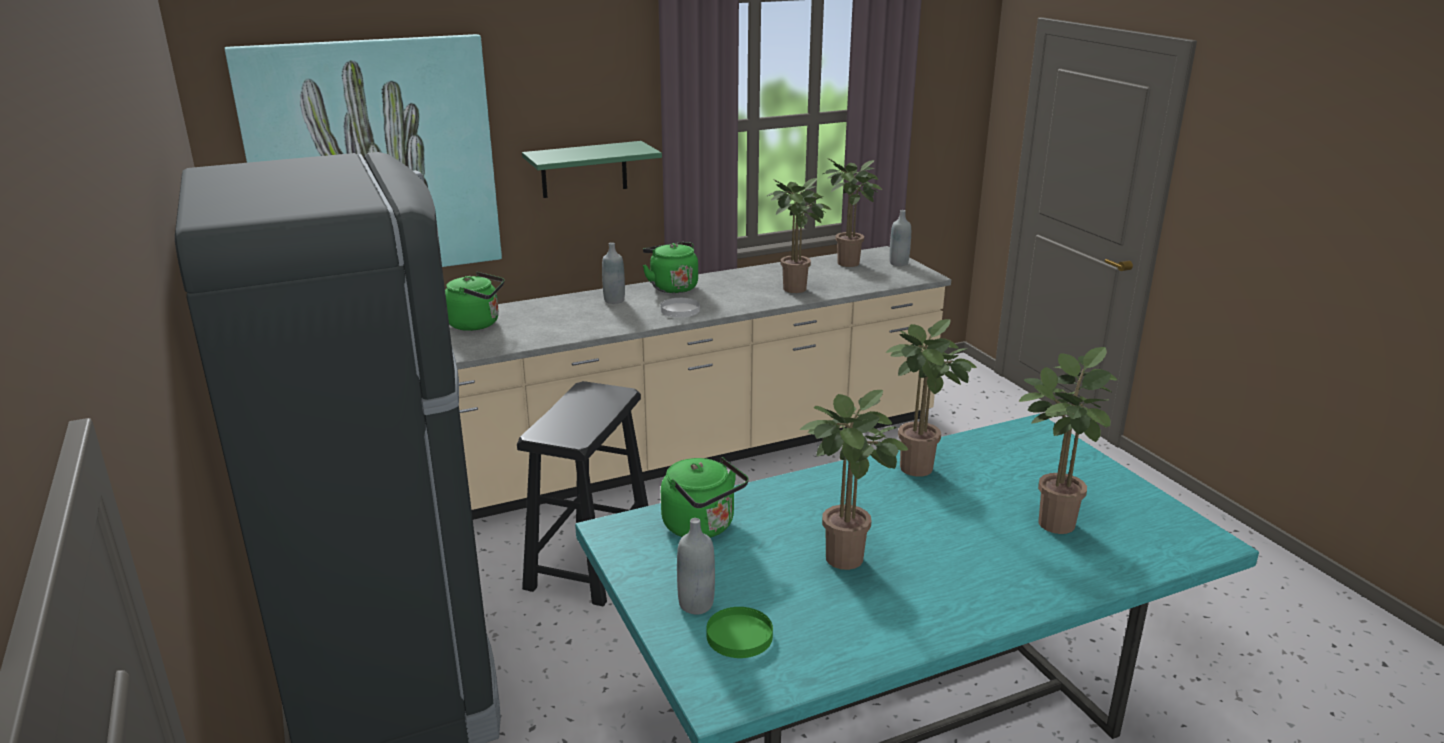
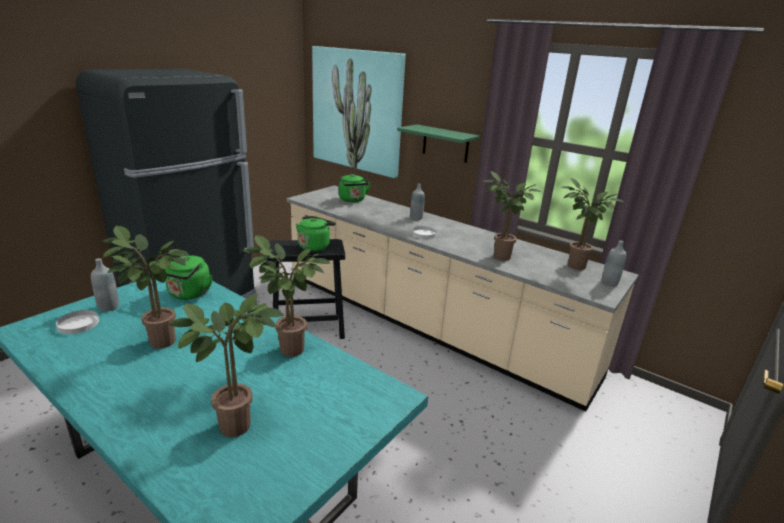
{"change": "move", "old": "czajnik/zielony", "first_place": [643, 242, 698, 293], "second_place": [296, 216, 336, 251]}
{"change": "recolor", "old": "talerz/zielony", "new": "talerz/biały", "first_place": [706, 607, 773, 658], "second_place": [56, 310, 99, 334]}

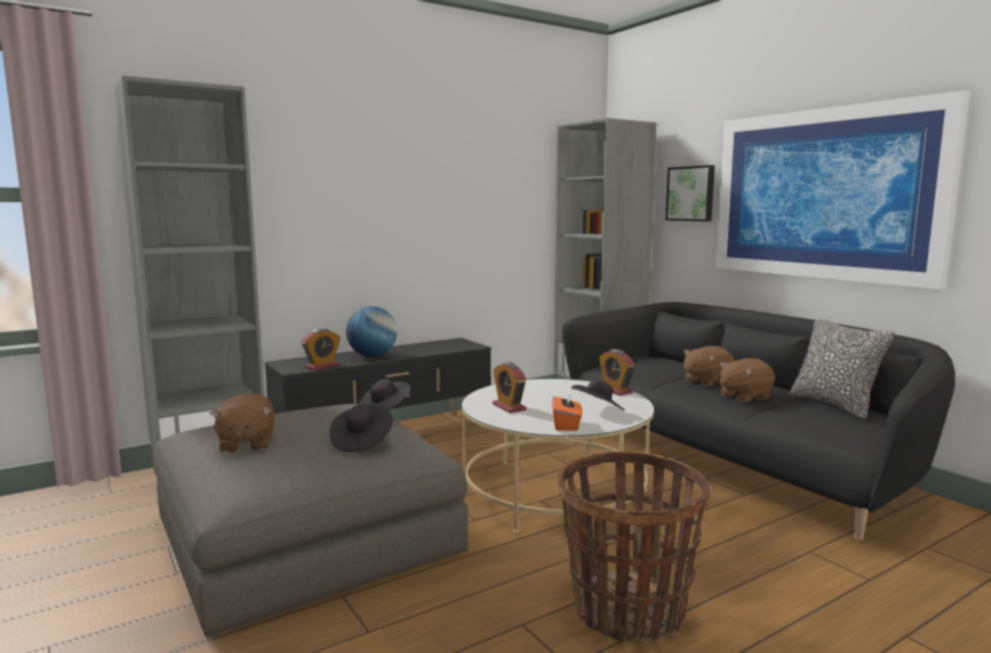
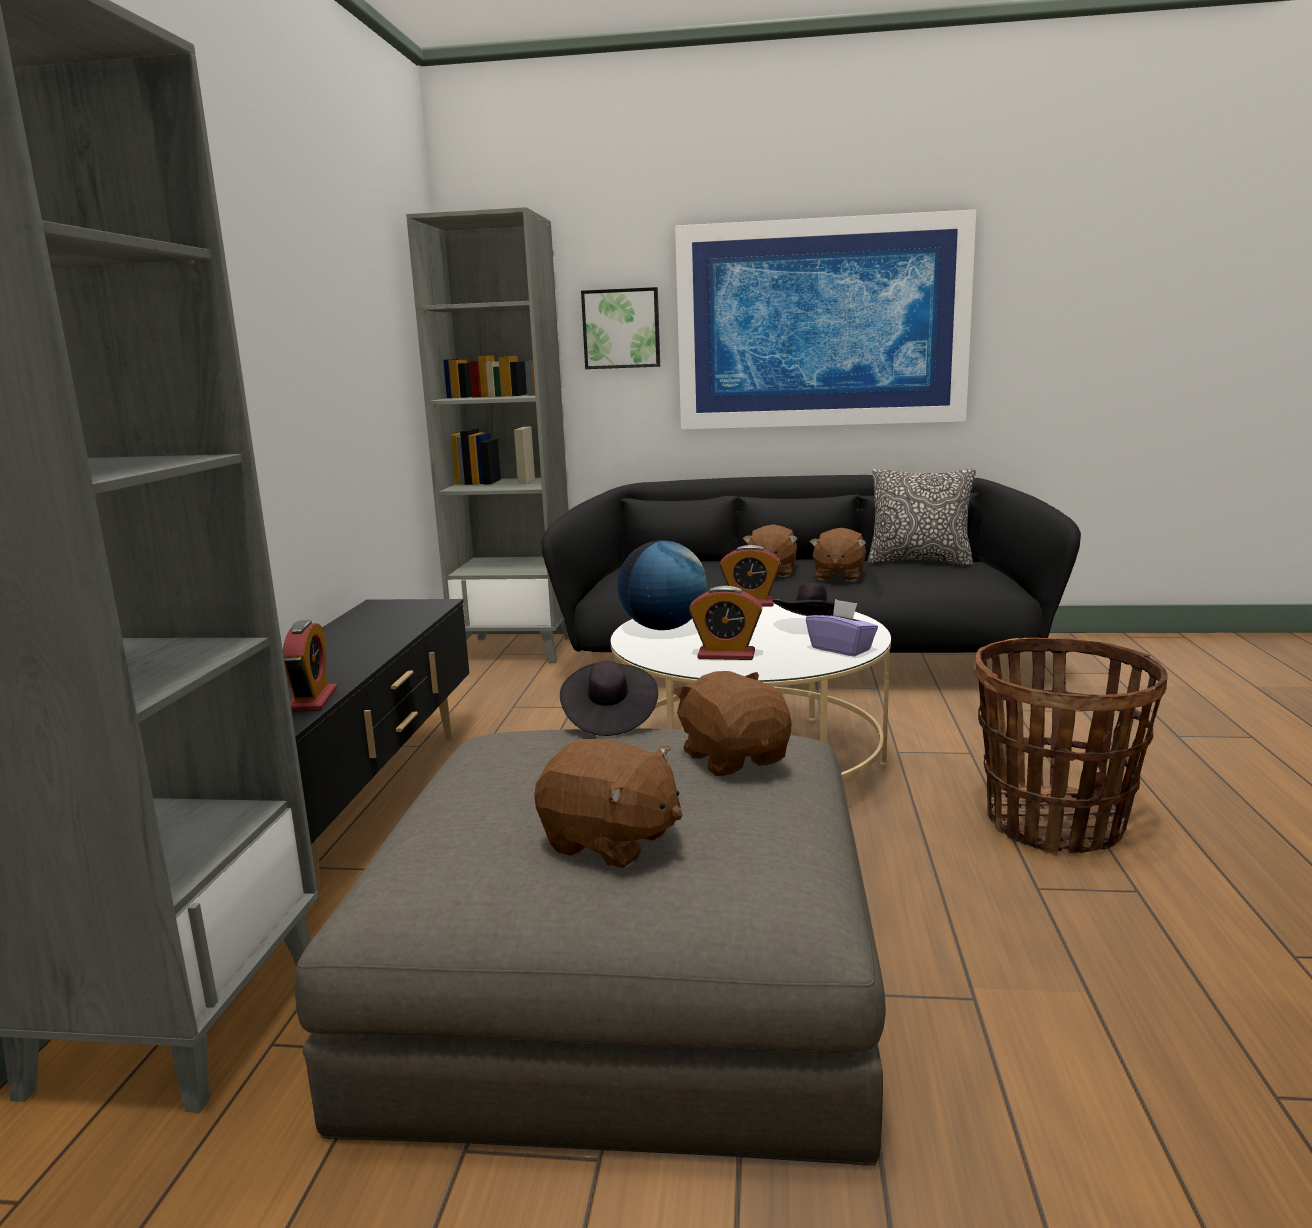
{"change": "move", "old": "globus", "first_place": [346, 306, 397, 357], "second_place": [617, 540, 707, 630]}
{"change": "recolor", "old": "pudełko chusteczek/pomarańczowy", "new": "pudełko chusteczek/fioletowy", "first_place": [552, 391, 582, 431], "second_place": [806, 599, 878, 656]}
{"change": "replace", "old": "kapelusz/czarny", "new": "pluszak/brązowy", "first_place": [330, 404, 393, 452], "second_place": [673, 671, 792, 776]}

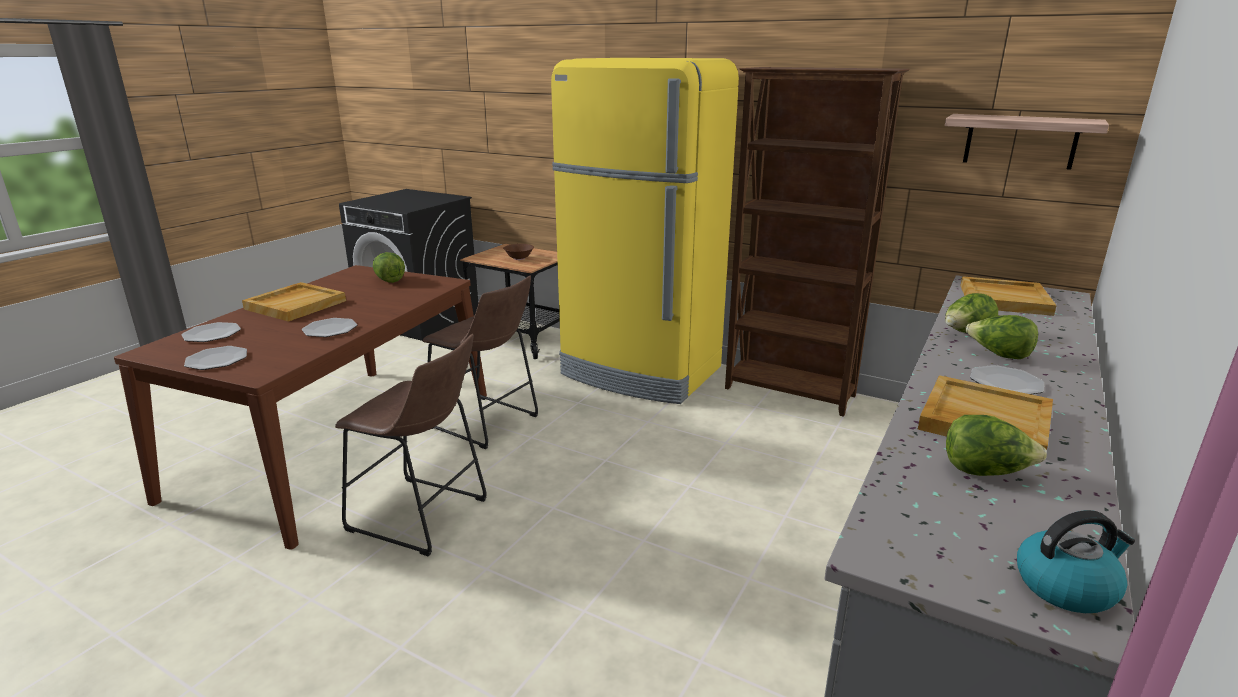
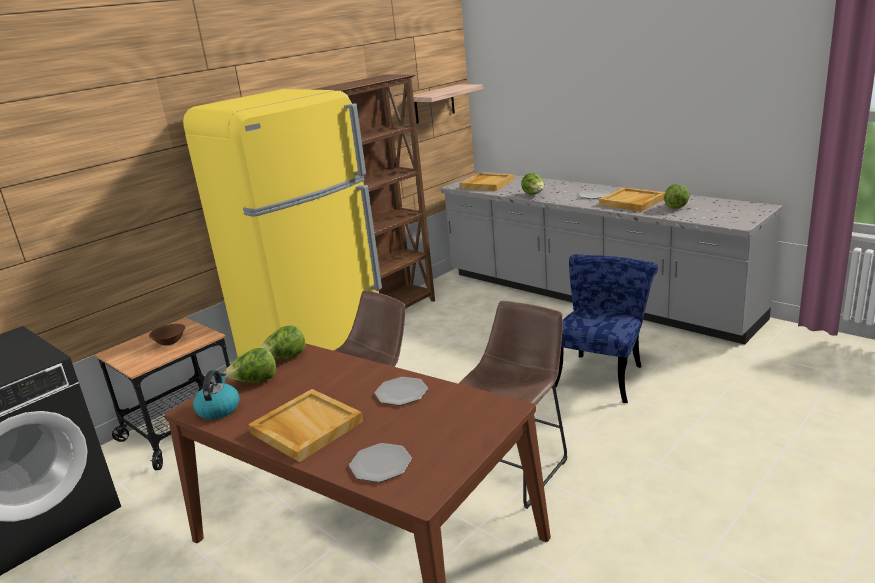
{"change": "move", "old": "sałata", "first_place": [966, 315, 1038, 359], "second_place": [260, 325, 305, 359]}
{"change": "delete", "old": "talerz", "first_place": [184, 346, 247, 370]}
{"change": "move", "old": "czajnik", "first_place": [1017, 510, 1135, 613], "second_place": [193, 370, 239, 420]}
{"change": "insert", "new": "krzesło/niebieski", "second_place": [552, 255, 658, 403]}

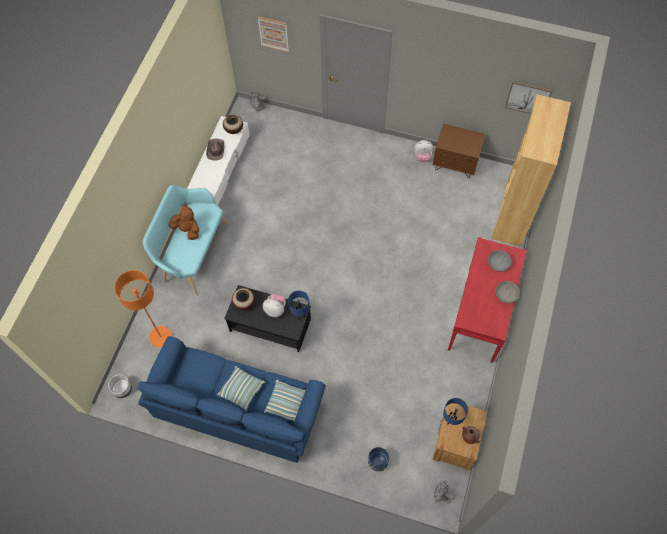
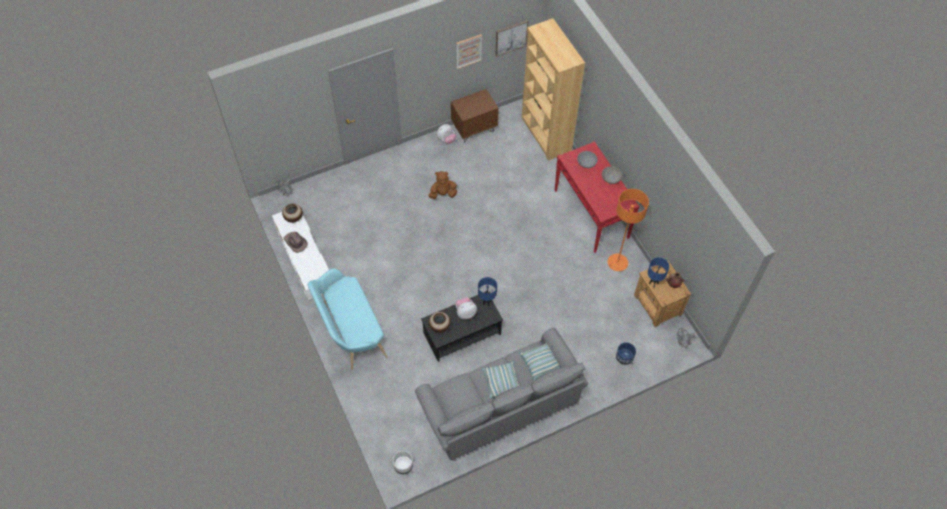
{"change": "move", "old": "obraz", "first_place": [258, 16, 289, 52], "second_place": [456, 34, 482, 69]}
{"change": "move", "old": "pluszak/brązowy", "first_place": [169, 204, 199, 240], "second_place": [428, 171, 457, 199]}
{"change": "move", "old": "lampa stojąca/pomarańczowy", "first_place": [114, 270, 172, 347], "second_place": [608, 189, 649, 271]}
{"change": "recolor", "old": "kanapa/niebieski", "new": "kanapa/szary", "first_place": [137, 336, 326, 463], "second_place": [415, 328, 588, 460]}

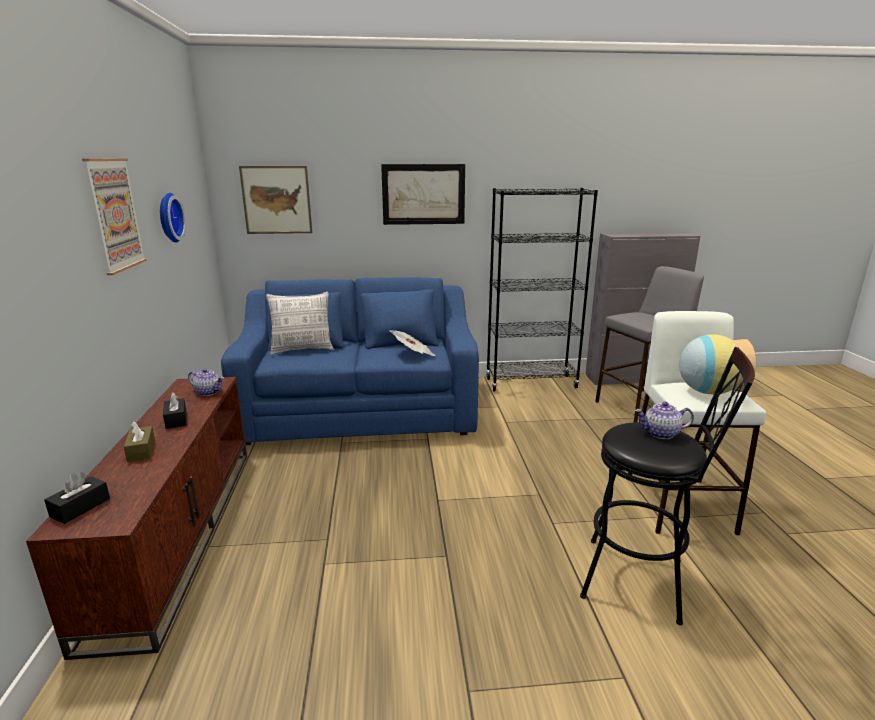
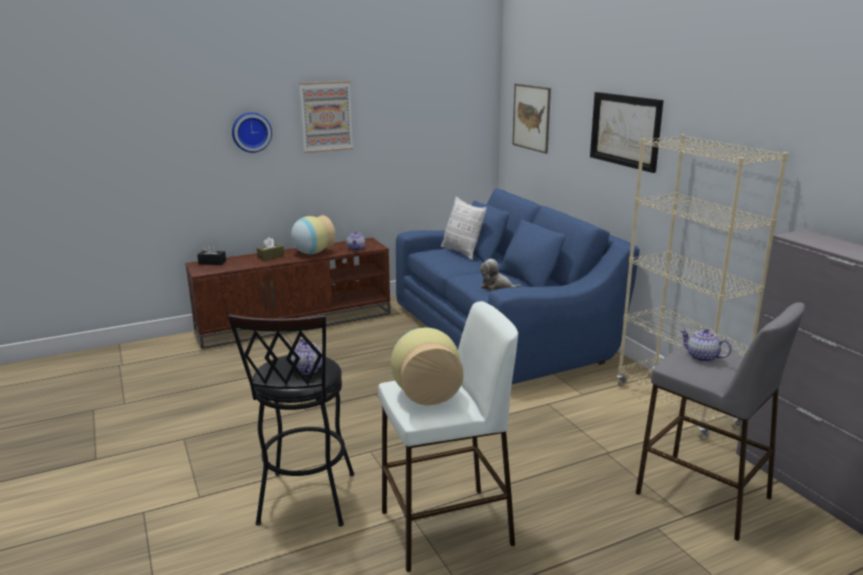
{"change": "recolor", "old": "regał/czarny", "new": "regał/beżowy", "first_place": [486, 188, 598, 392], "second_place": [617, 135, 788, 440]}
{"change": "move", "old": "zegar ścienny", "first_place": [160, 193, 186, 243], "second_place": [232, 112, 272, 153]}
{"change": "replace", "old": "gazeta", "new": "pluszak", "first_place": [389, 330, 435, 356], "second_place": [480, 259, 521, 291]}
{"change": "replace", "old": "pudełko chusteczek/czarny", "new": "wazon", "first_place": [163, 392, 187, 429], "second_place": [291, 215, 336, 254]}
{"change": "insert", "new": "imbryk", "second_place": [680, 329, 732, 362]}

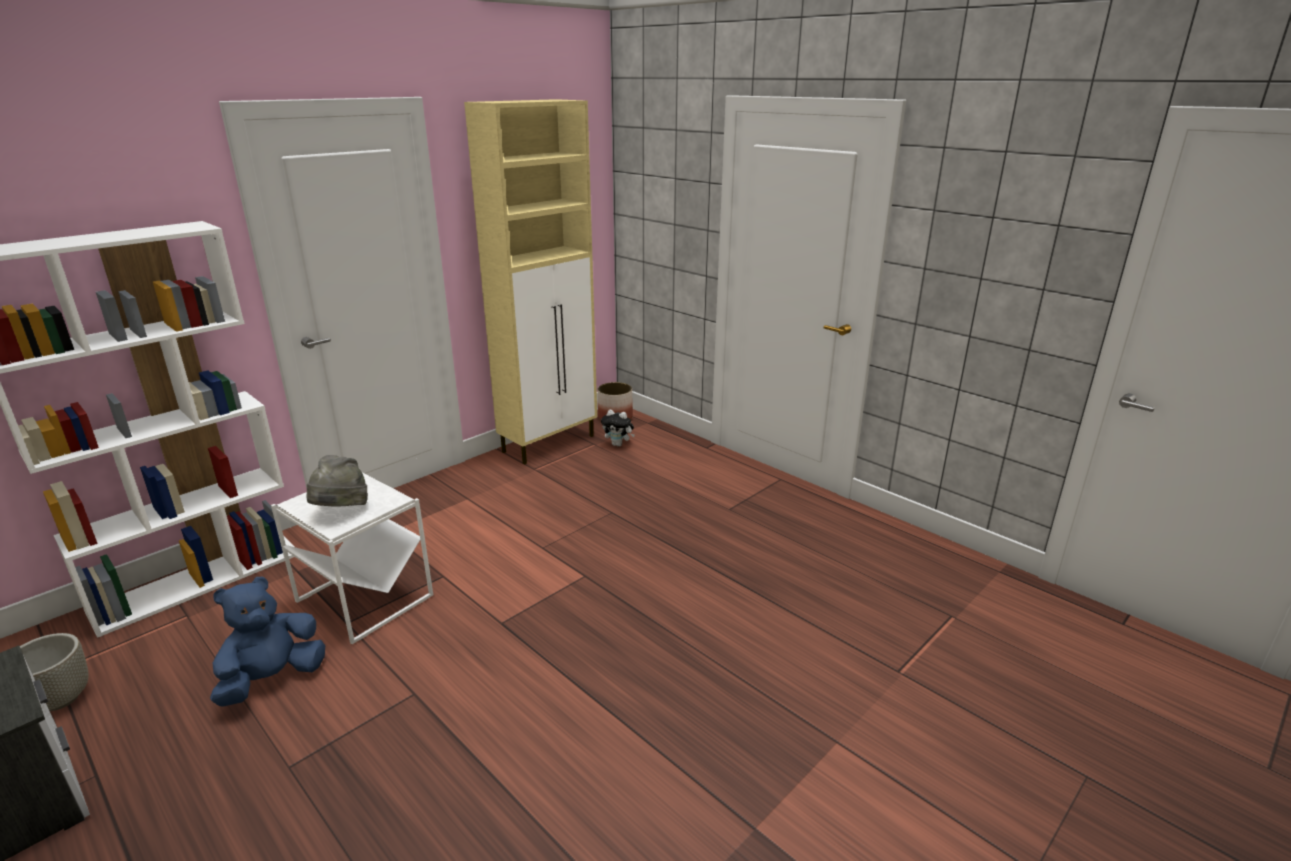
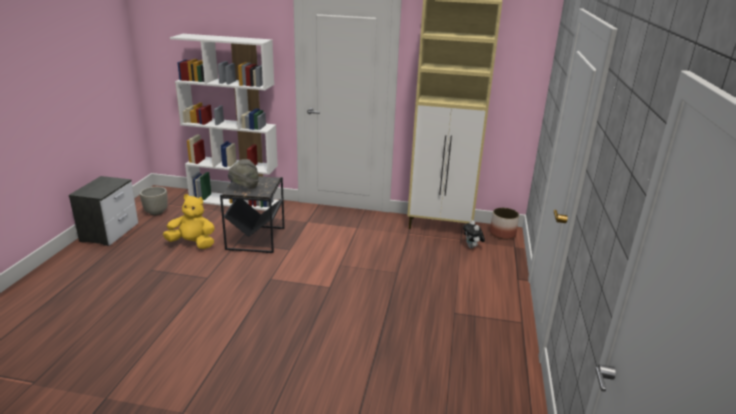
{"change": "recolor", "old": "stolik/biały", "new": "stolik/czarny", "first_place": [271, 473, 433, 644], "second_place": [220, 176, 285, 253]}
{"change": "recolor", "old": "pluszak/niebieski", "new": "pluszak/żółty", "first_place": [210, 577, 325, 707], "second_place": [163, 194, 215, 249]}

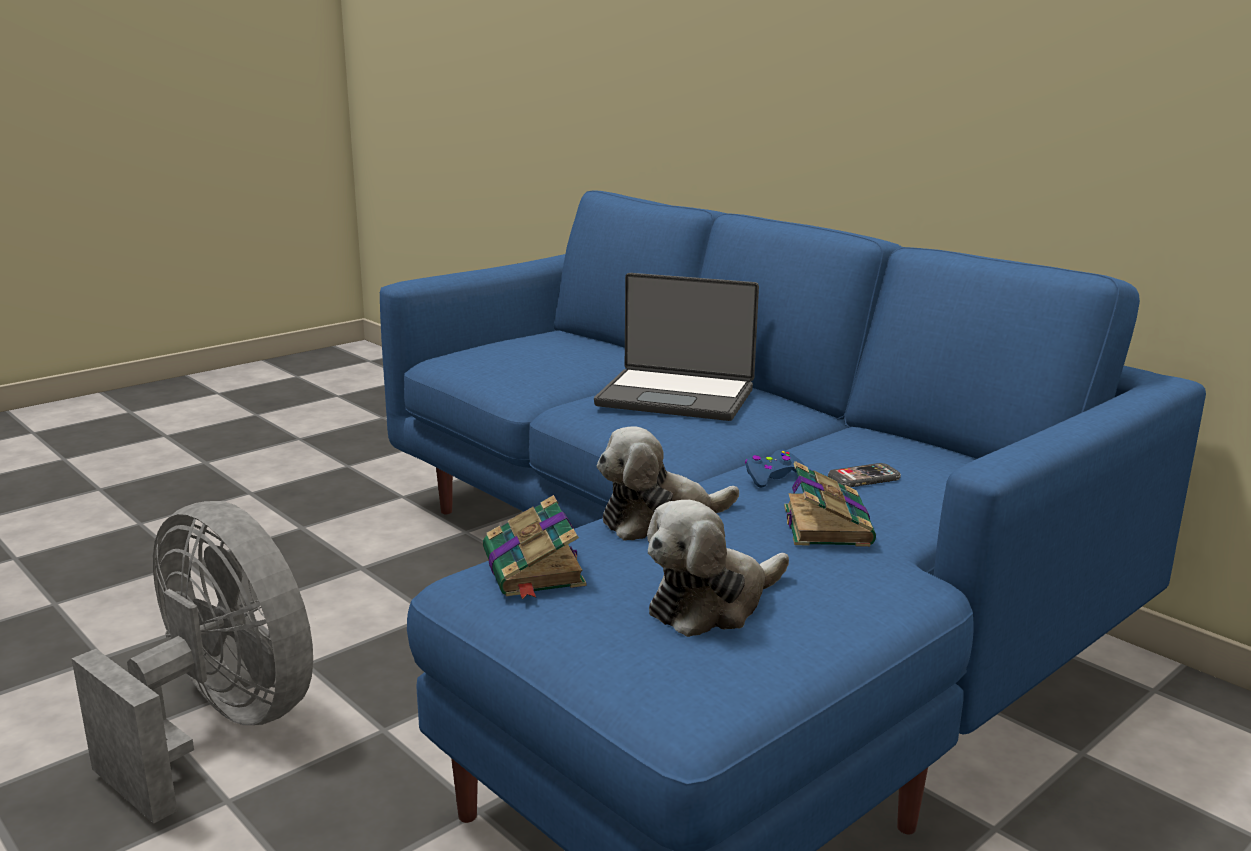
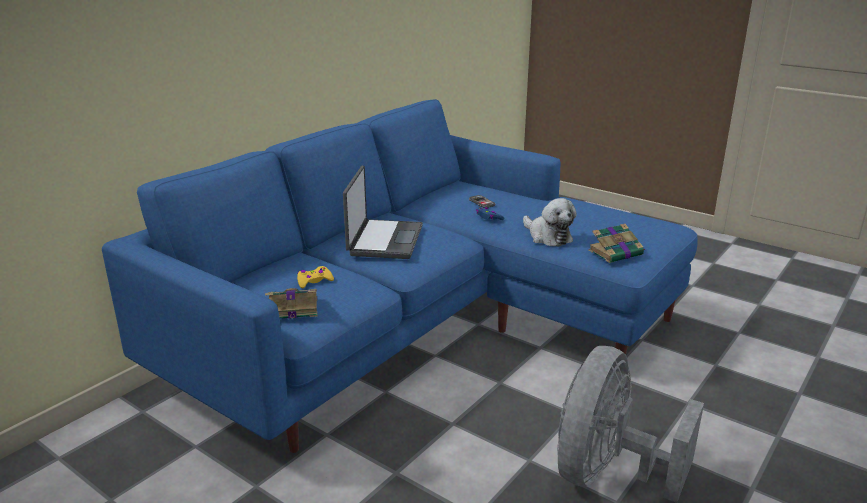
{"change": "move", "old": "książka", "first_place": [784, 461, 876, 547], "second_place": [265, 288, 318, 318]}
{"change": "delete", "old": "pluszak", "first_place": [647, 500, 789, 637]}
{"change": "insert", "new": "pad do gier/żółty", "second_place": [297, 266, 334, 288]}

